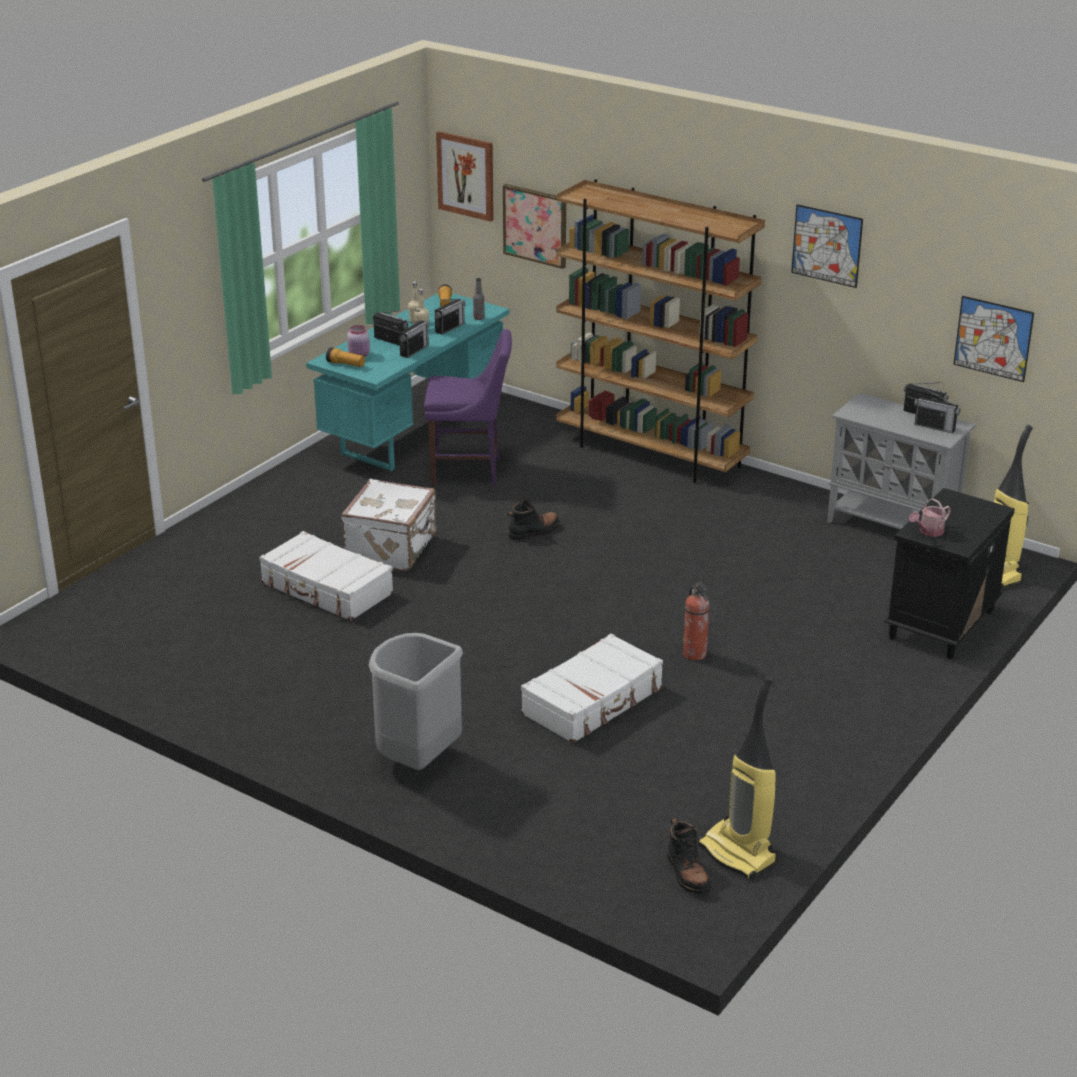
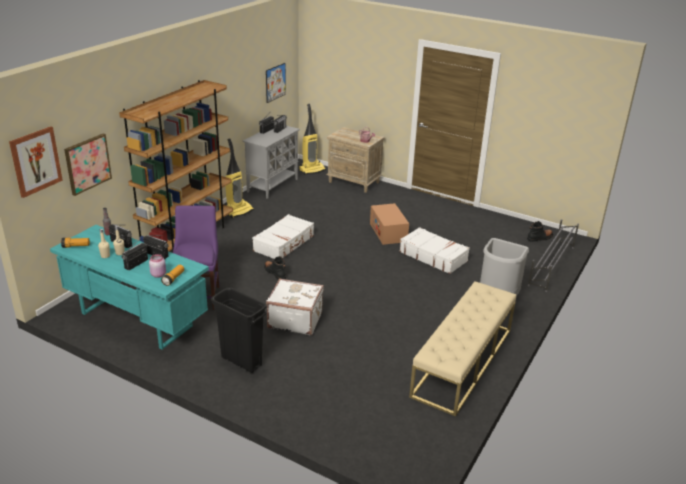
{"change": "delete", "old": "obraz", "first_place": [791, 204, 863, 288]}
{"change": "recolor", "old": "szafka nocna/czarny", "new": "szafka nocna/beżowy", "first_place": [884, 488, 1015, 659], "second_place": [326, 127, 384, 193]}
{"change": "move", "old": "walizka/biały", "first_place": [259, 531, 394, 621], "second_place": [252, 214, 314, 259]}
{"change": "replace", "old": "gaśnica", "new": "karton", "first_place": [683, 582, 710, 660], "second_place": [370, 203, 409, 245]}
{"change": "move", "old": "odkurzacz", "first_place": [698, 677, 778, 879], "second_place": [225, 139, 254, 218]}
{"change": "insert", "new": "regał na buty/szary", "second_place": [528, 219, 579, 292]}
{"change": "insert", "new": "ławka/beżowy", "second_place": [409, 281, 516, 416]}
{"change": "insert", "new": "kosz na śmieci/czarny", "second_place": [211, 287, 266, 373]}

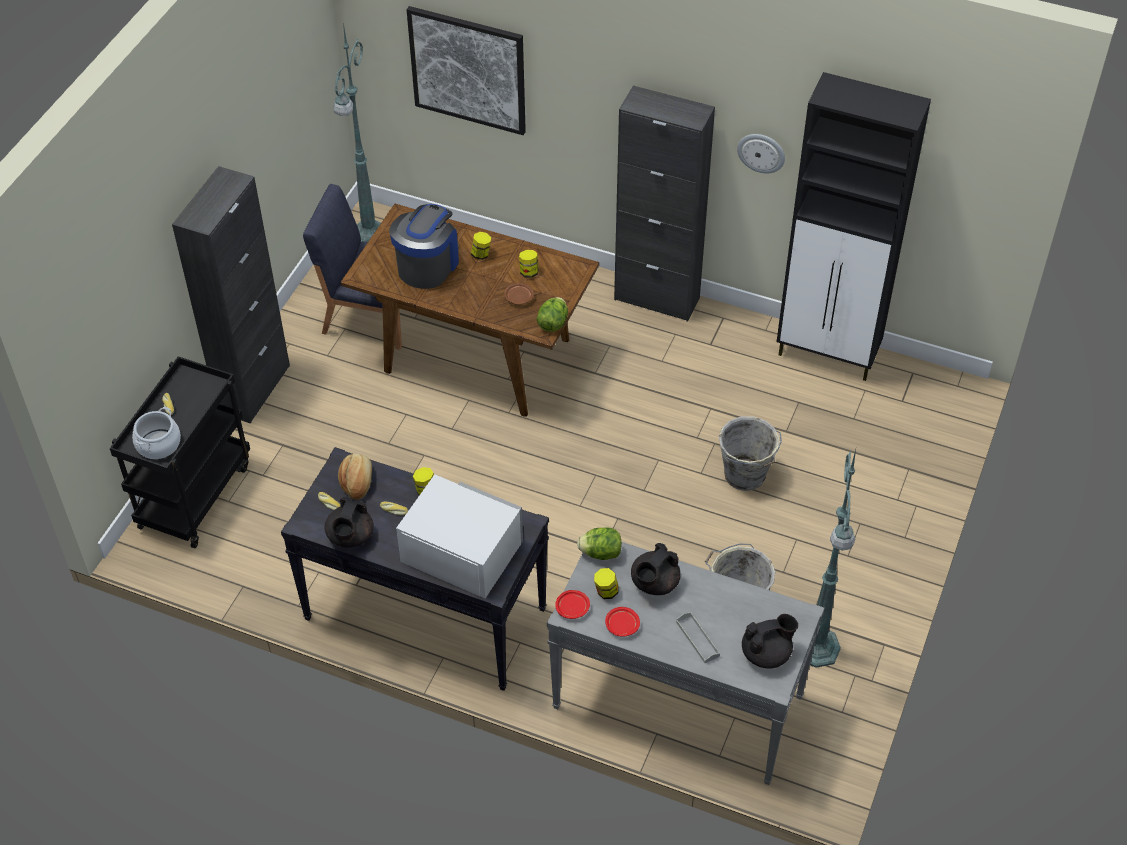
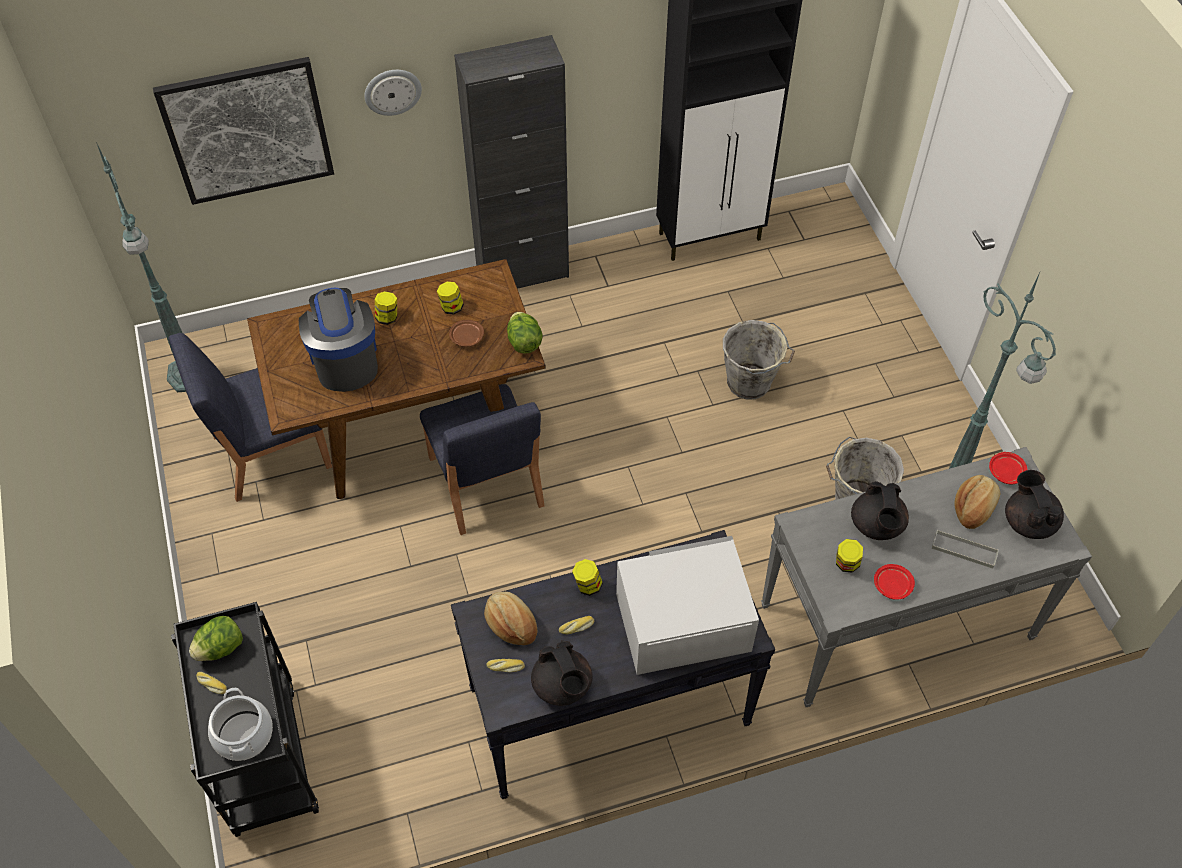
{"change": "move", "old": "zegar ścienny", "first_place": [737, 134, 785, 173], "second_place": [365, 70, 422, 116]}
{"change": "delete", "old": "szafka/czarny", "first_place": [172, 166, 290, 424]}
{"change": "move", "old": "sałata", "first_place": [577, 527, 622, 560], "second_place": [189, 616, 243, 661]}
{"change": "move", "old": "talerz/czerwony", "first_place": [555, 590, 590, 619], "second_place": [989, 452, 1027, 484]}
{"change": "rotate", "old": "imbryk/czarny", "first_place": [742, 614, 798, 669], "second_place": [1005, 470, 1064, 539], "degrees": -45}
{"change": "insert", "new": "krzesło/niebieski", "second_place": [420, 384, 545, 535]}
{"change": "insert", "new": "chleb", "second_place": [955, 475, 1000, 529]}

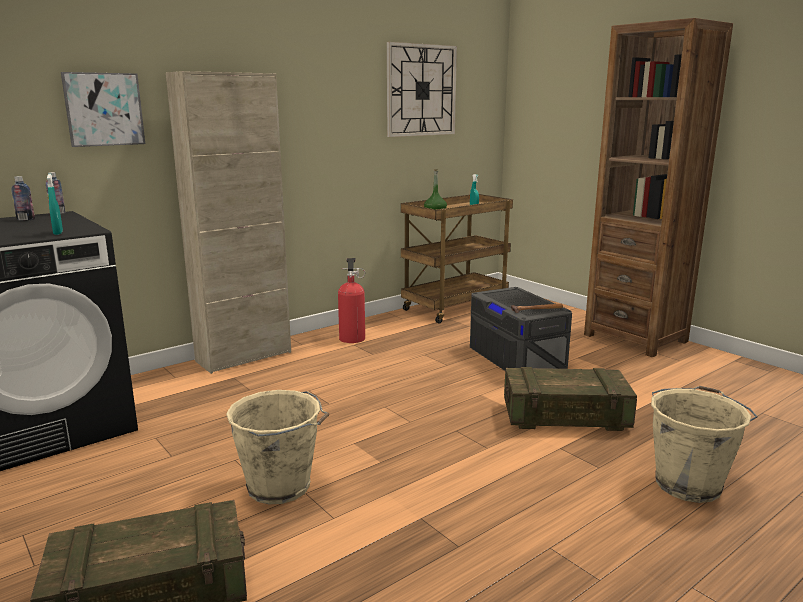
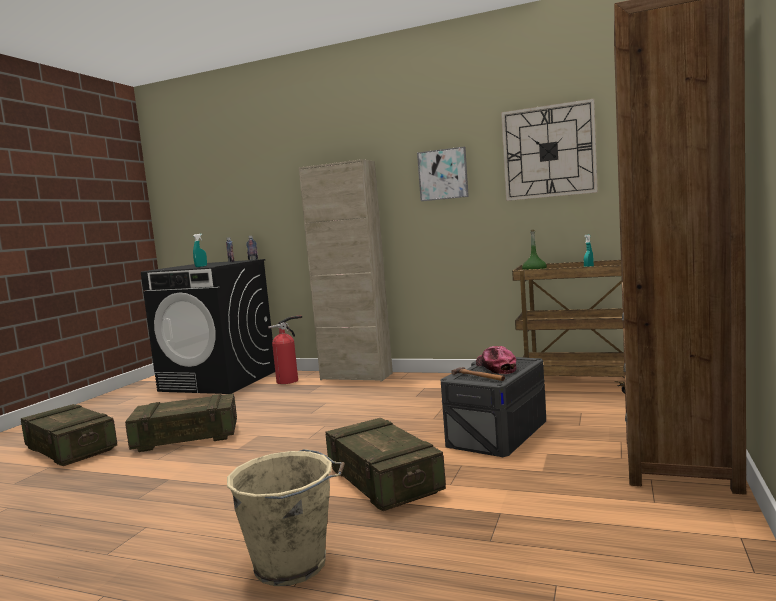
{"change": "move", "old": "obraz", "first_place": [61, 72, 145, 147], "second_place": [417, 147, 469, 201]}
{"change": "move", "old": "gaśnica", "first_place": [338, 258, 365, 343], "second_place": [268, 315, 302, 384]}
{"change": "replace", "old": "wiadro/beżowy", "new": "skrzynka", "first_place": [226, 390, 329, 504], "second_place": [125, 393, 237, 452]}
{"change": "insert", "new": "czapka z daszkiem", "second_place": [476, 346, 516, 374]}

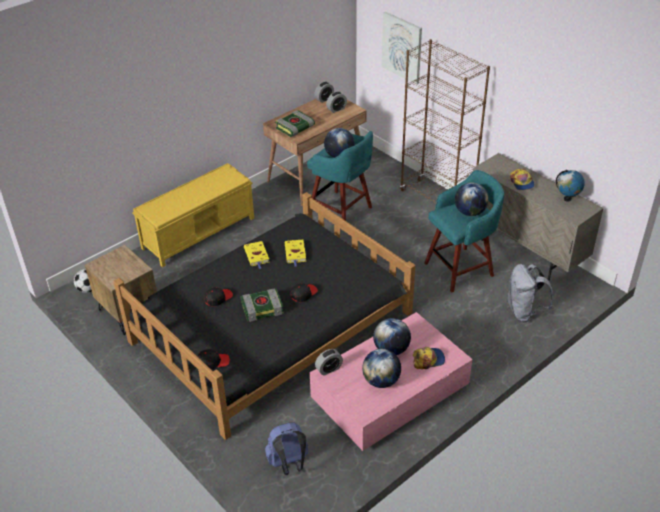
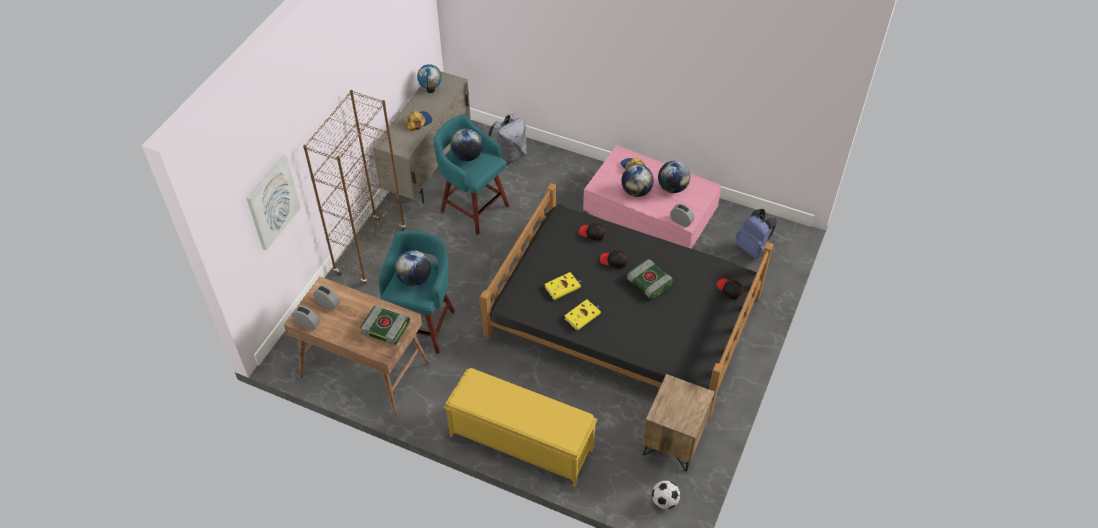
{"change": "move", "old": "czapka z daszkiem/czarny", "first_place": [204, 287, 233, 307], "second_place": [579, 223, 606, 241]}

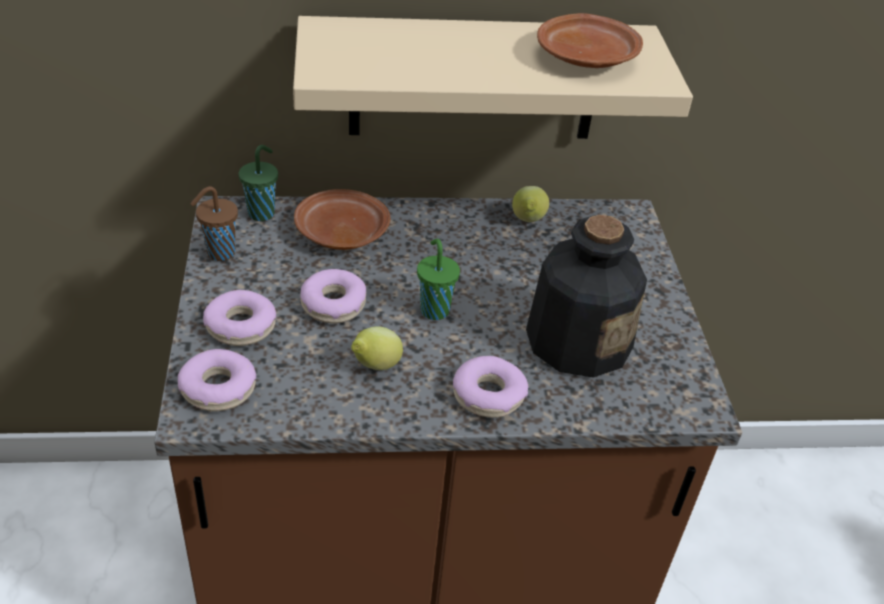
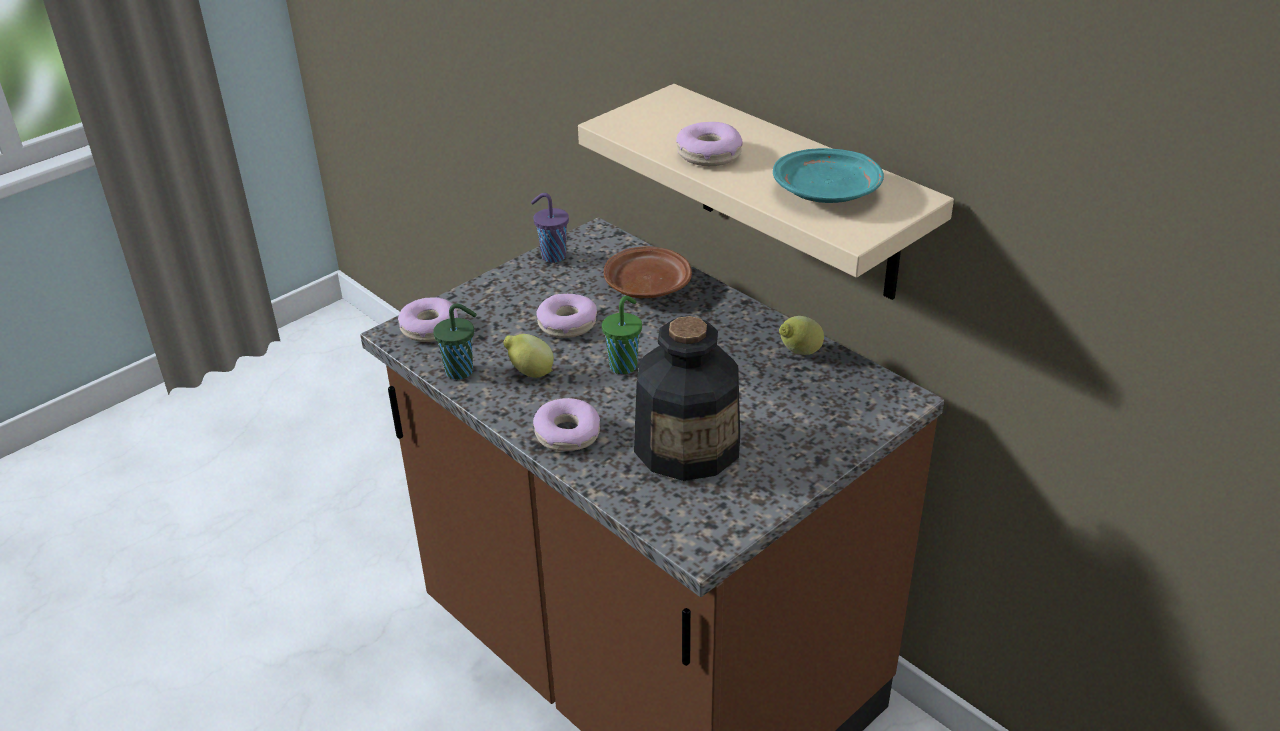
{"change": "recolor", "old": "talerz/brązowy", "new": "talerz/turkusowy", "first_place": [537, 13, 643, 68], "second_place": [773, 148, 884, 203]}
{"change": "move", "old": "filiżanka/zielony", "first_place": [239, 145, 278, 221], "second_place": [433, 304, 477, 380]}
{"change": "recolor", "old": "filiżanka/brązowy", "new": "filiżanka/fioletowy", "first_place": [190, 186, 238, 261], "second_place": [531, 193, 569, 263]}
{"change": "move", "old": "donut", "first_place": [203, 290, 276, 346], "second_place": [676, 122, 743, 166]}

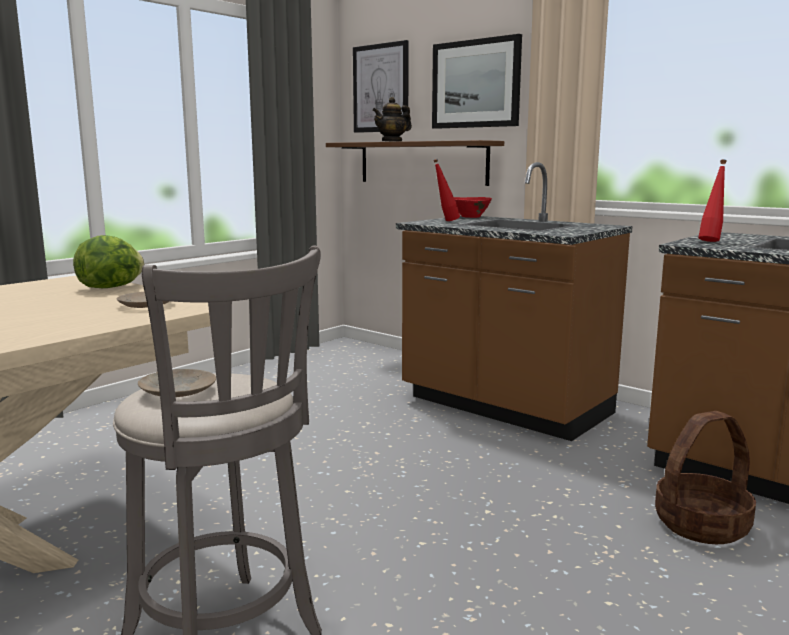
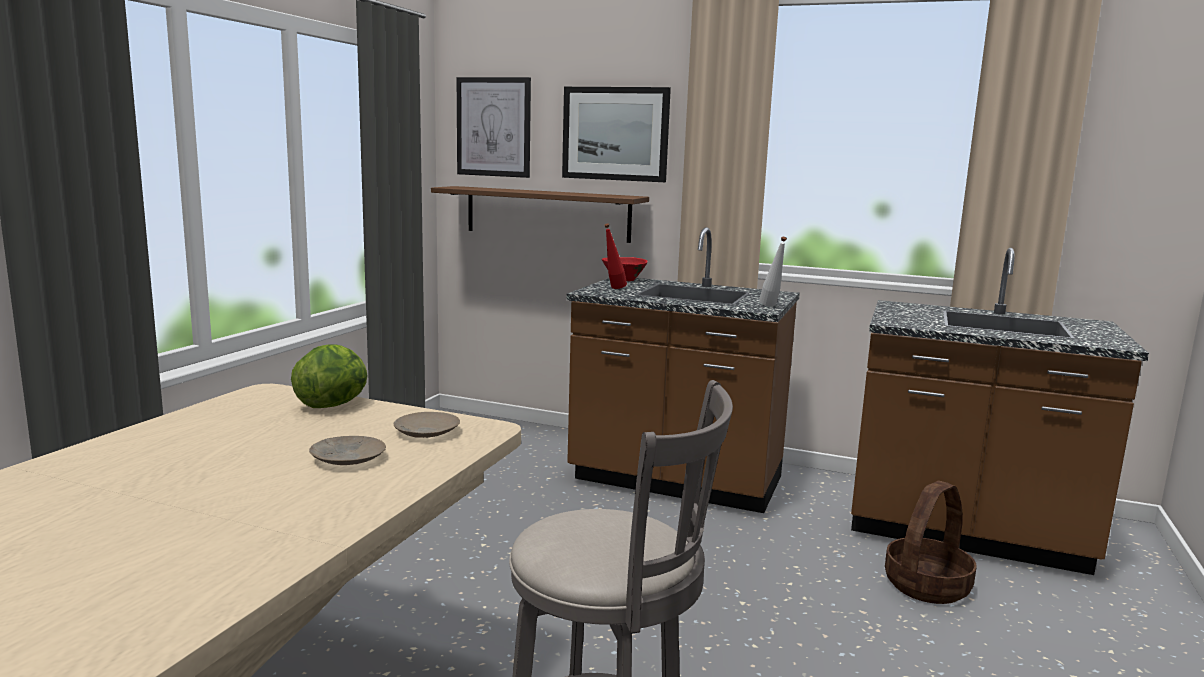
{"change": "delete", "old": "imbryk", "first_place": [373, 97, 412, 142]}
{"change": "delete", "old": "butelka/czerwony", "first_place": [698, 160, 727, 242]}
{"change": "move", "old": "talerz/beżowy", "first_place": [138, 369, 216, 397], "second_place": [309, 436, 386, 465]}
{"change": "insert", "new": "butelka/biały", "second_place": [759, 237, 787, 307]}

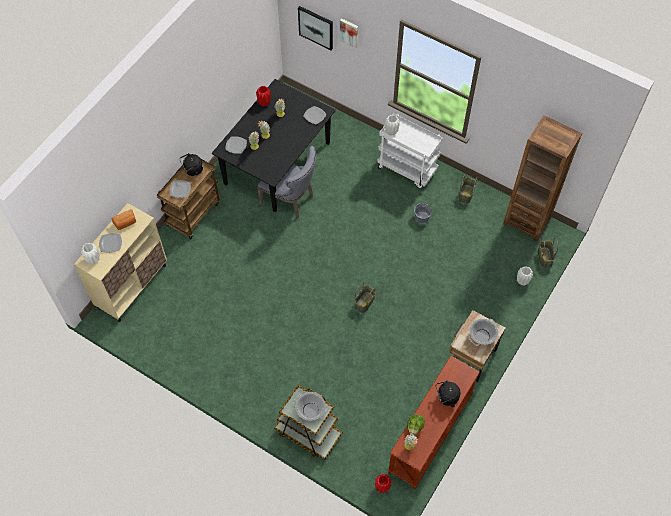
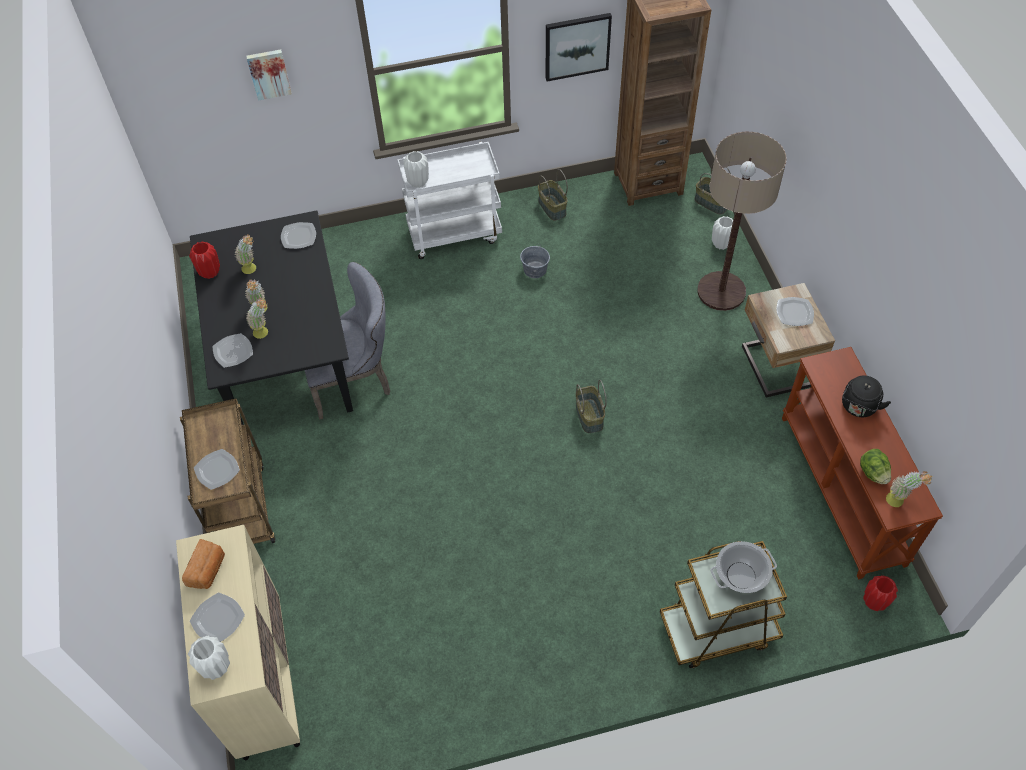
{"change": "move", "old": "obraz", "first_place": [298, 6, 333, 50], "second_place": [546, 13, 612, 81]}
{"change": "delete", "old": "czajnik/czarny", "first_place": [179, 153, 203, 176]}
{"change": "replace", "old": "garnek", "new": "talerz", "first_place": [469, 319, 499, 346], "second_place": [776, 297, 814, 326]}
{"change": "insert", "new": "lampa stojąca", "second_place": [698, 132, 787, 311]}

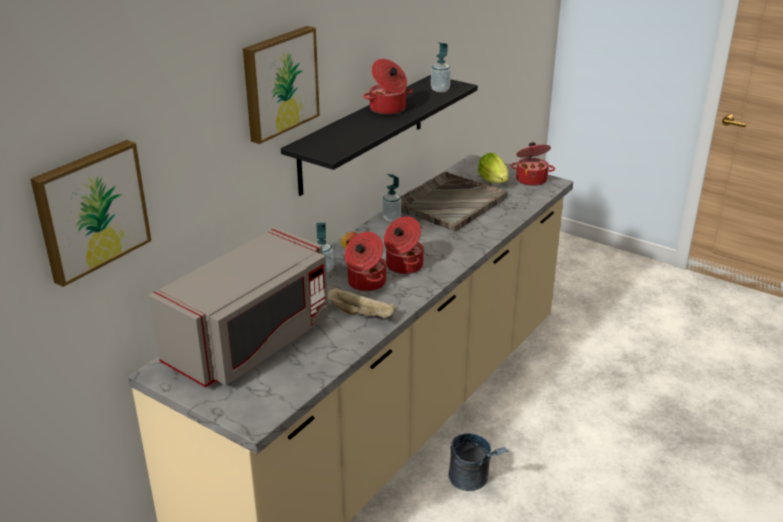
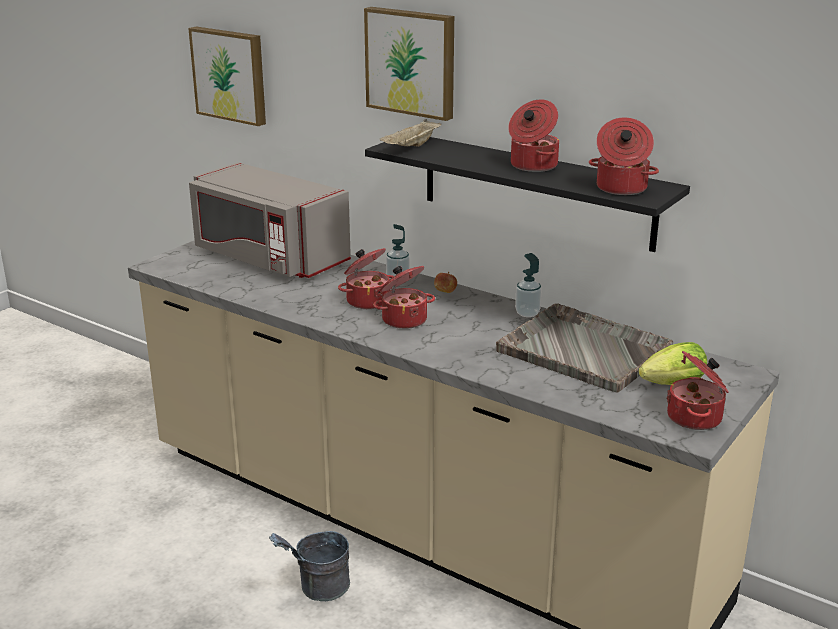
{"change": "replace", "old": "dozownik mydła", "new": "garnek", "first_place": [431, 42, 451, 92], "second_place": [589, 117, 659, 195]}
{"change": "move", "old": "taca/beżowy", "first_place": [327, 286, 395, 318], "second_place": [379, 119, 442, 147]}

